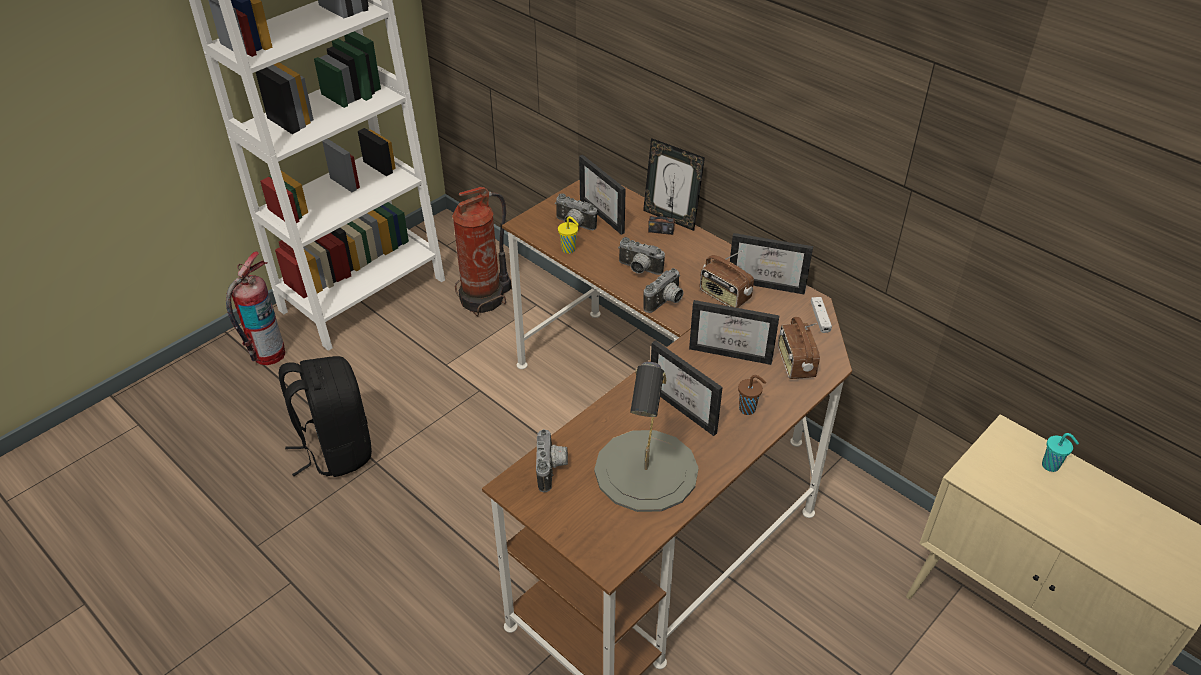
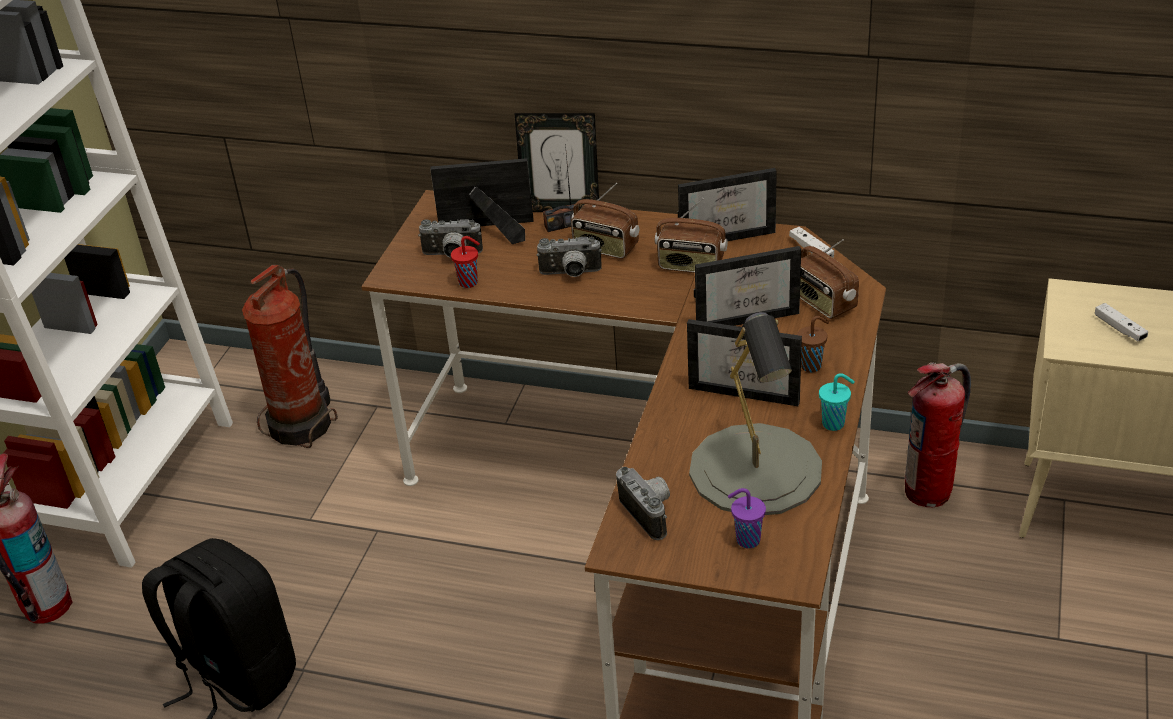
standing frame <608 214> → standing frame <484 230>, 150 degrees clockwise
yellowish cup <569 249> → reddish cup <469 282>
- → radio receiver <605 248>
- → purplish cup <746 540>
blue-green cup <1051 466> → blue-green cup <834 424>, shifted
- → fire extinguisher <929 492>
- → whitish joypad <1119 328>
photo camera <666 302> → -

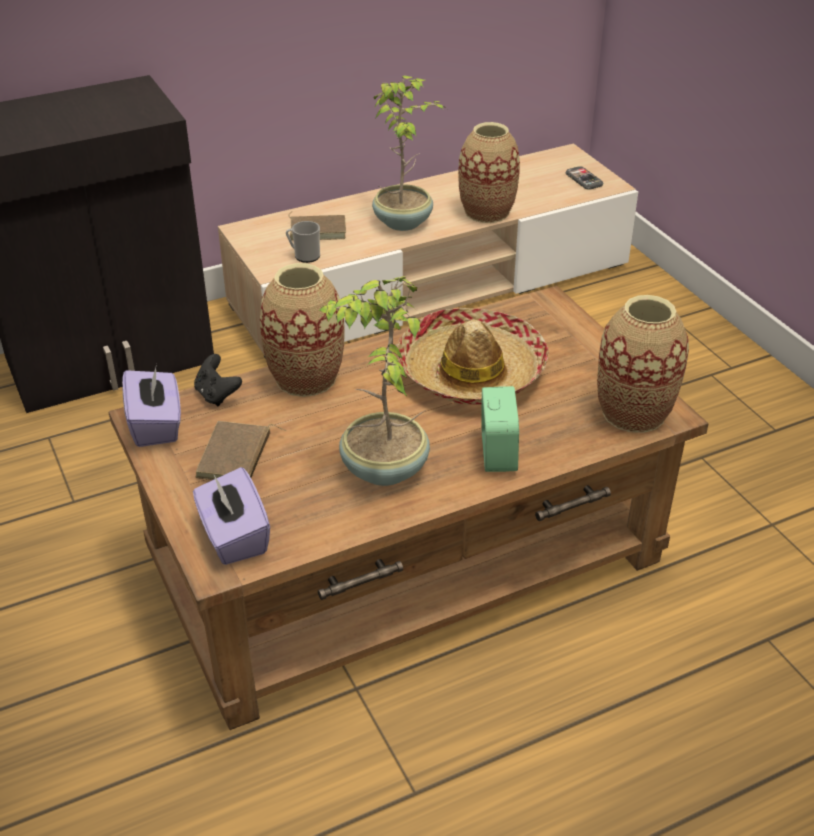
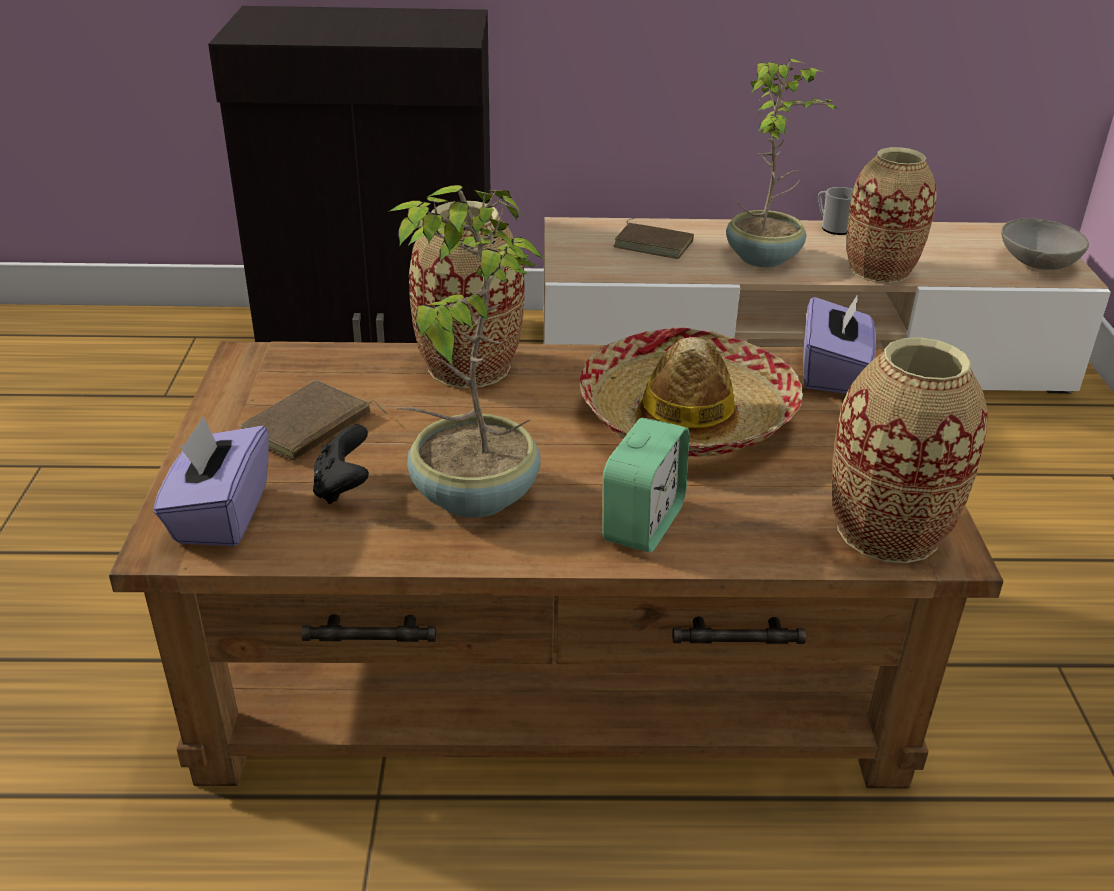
blackish joypad <217 395> → blackish joypad <343 488>, shifted
purplish tissue box <156 425> → purplish tissue box <833 372>, shifted
mug <304 256> → mug <833 228>, shifted
handset <584 179> → greyish deep dish <1038 263>

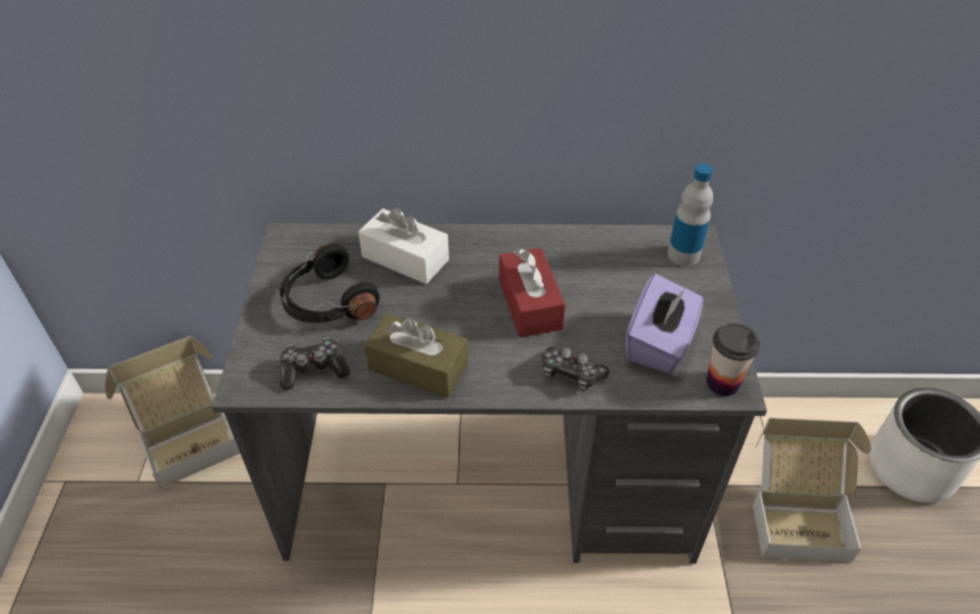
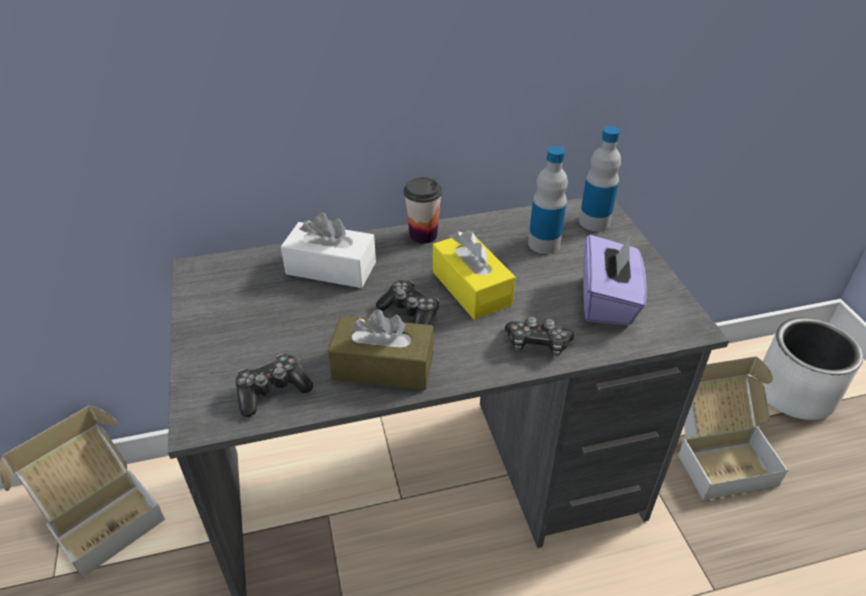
- → joypad <410 314>
cup <722 383> → cup <423 235>, shifted
reddish tissue box <530 304> → yellowish tissue box <471 288>
- → drink bottle <544 244>
blackish pair of headphones <327 302> → -

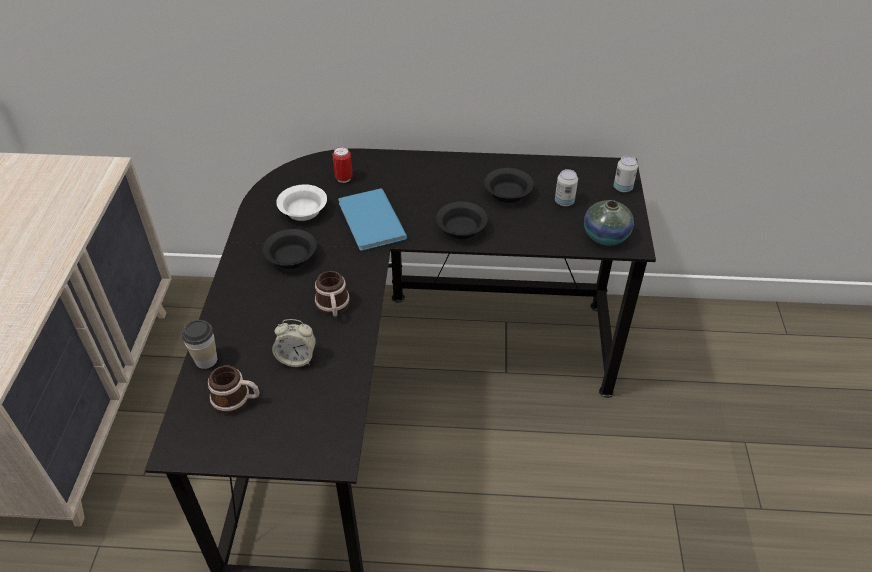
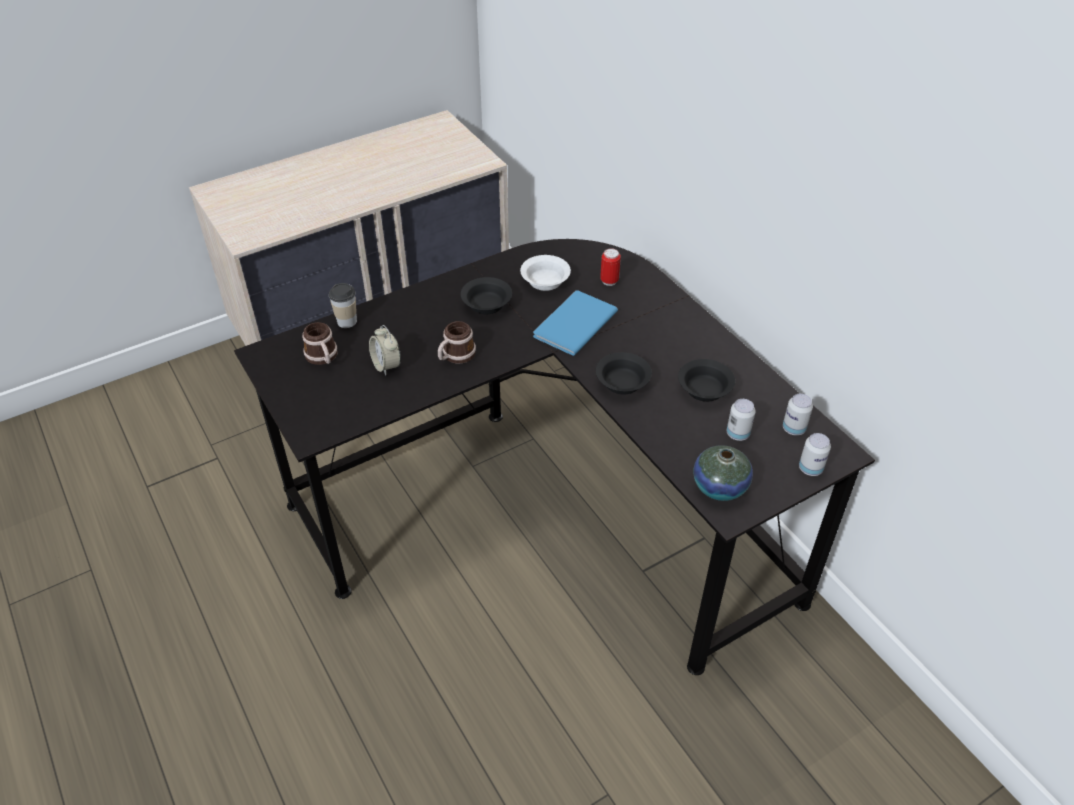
- → metal can <793 429>

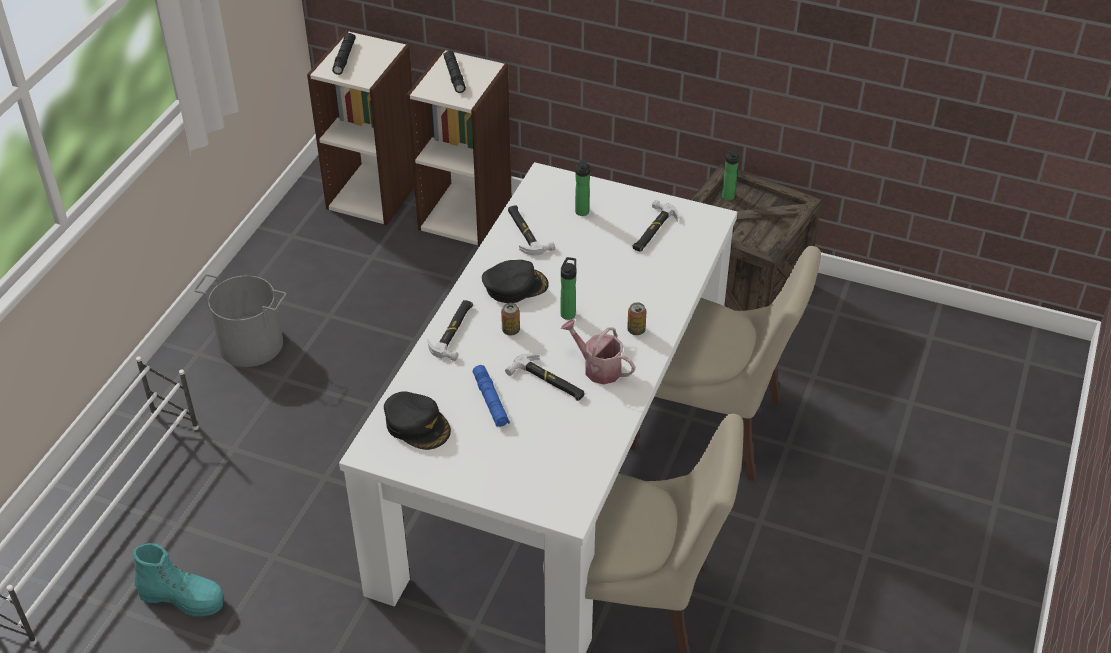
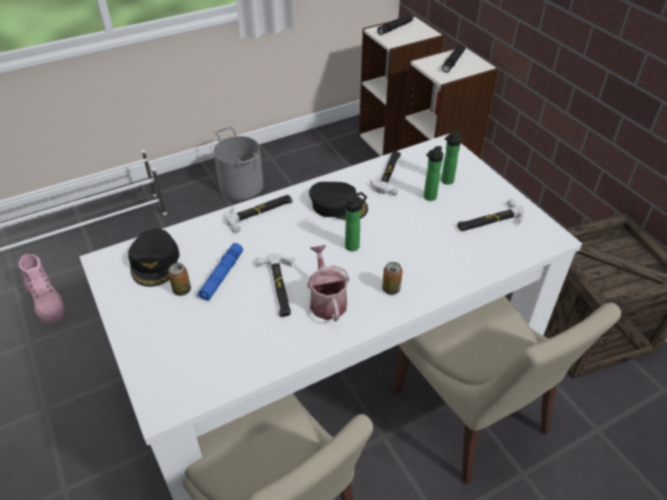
blue-green boot <182 598> → pink-coloured boot <48 303>
metal can <511 330> → metal can <182 290>, shifted
drink bottle <728 198> → drink bottle <428 198>, shifted

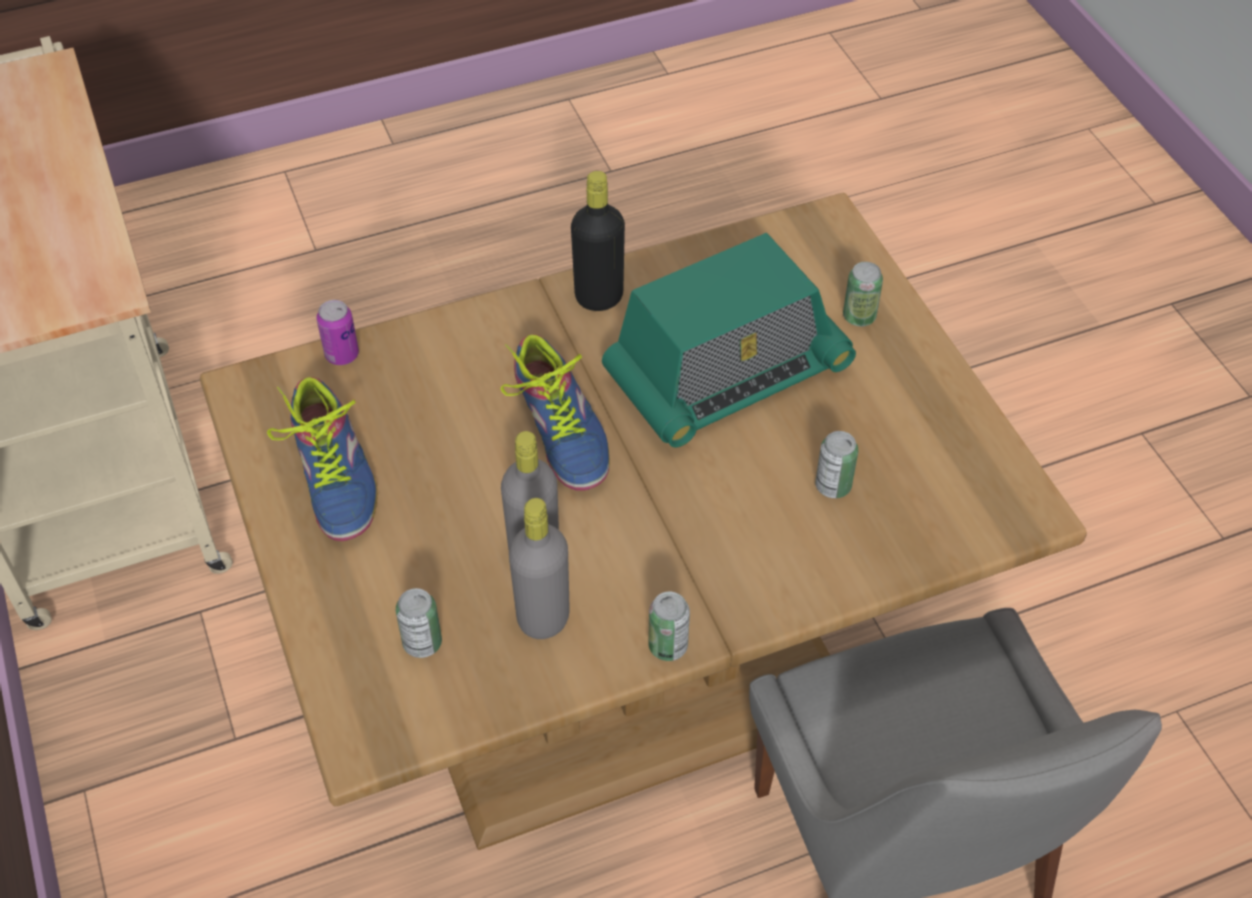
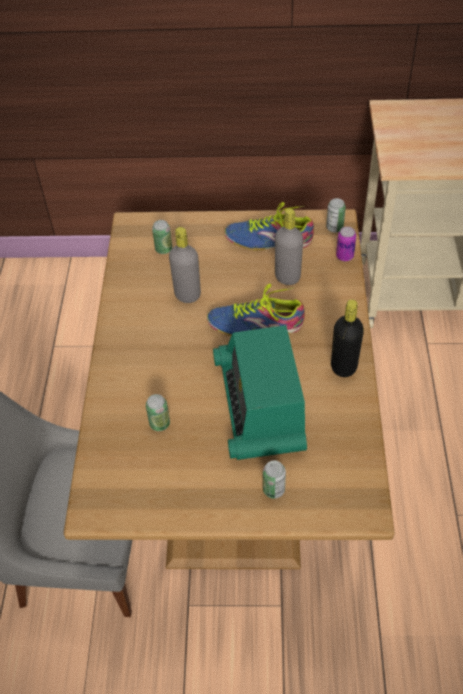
greyish drink bottle <543 618> → greyish drink bottle <287 277>, shifted
metal can <668 646> → metal can <334 227>, shifted

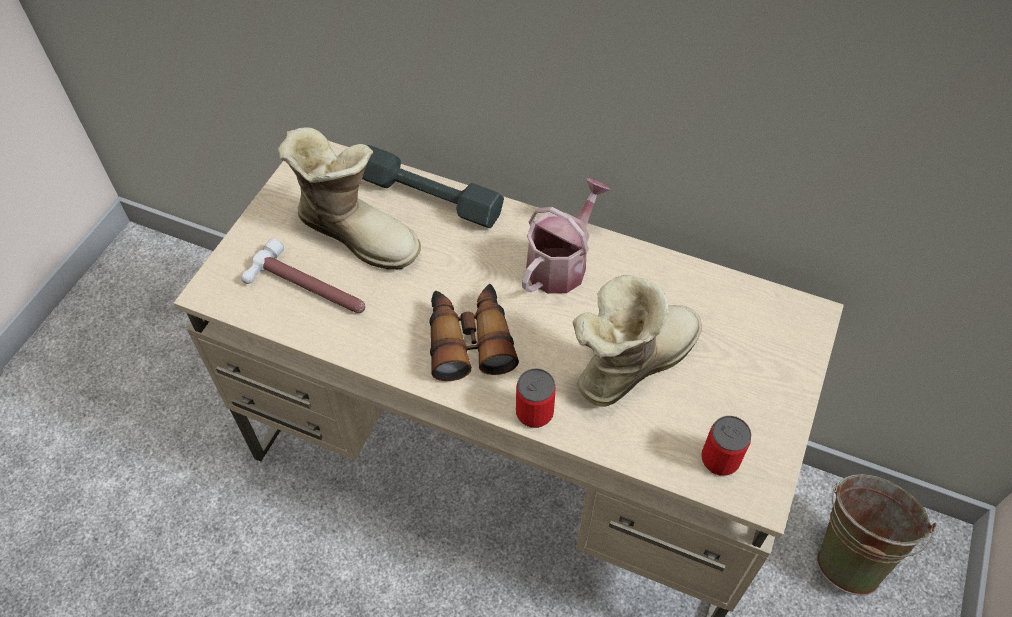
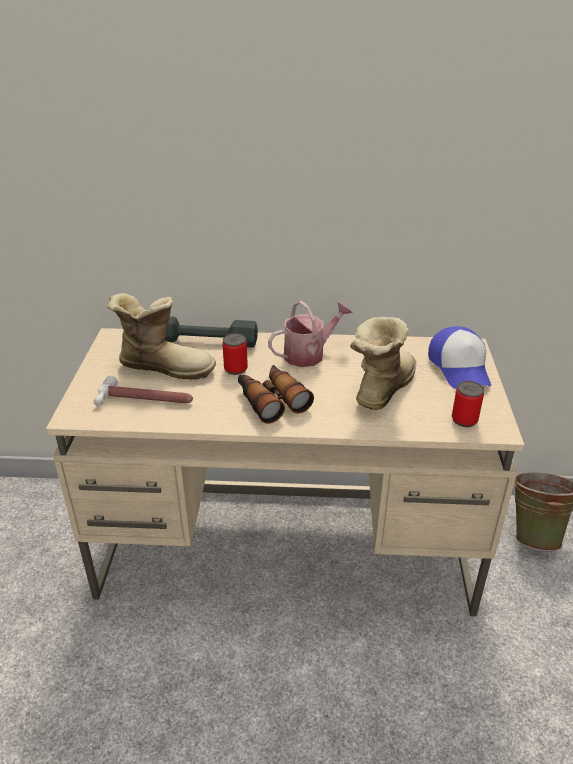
metal can <534 413> → metal can <235 369>, shifted
sprinkling can <561 263> → sprinkling can <309 354>, 45 degrees clockwise
- → cap <460 368>

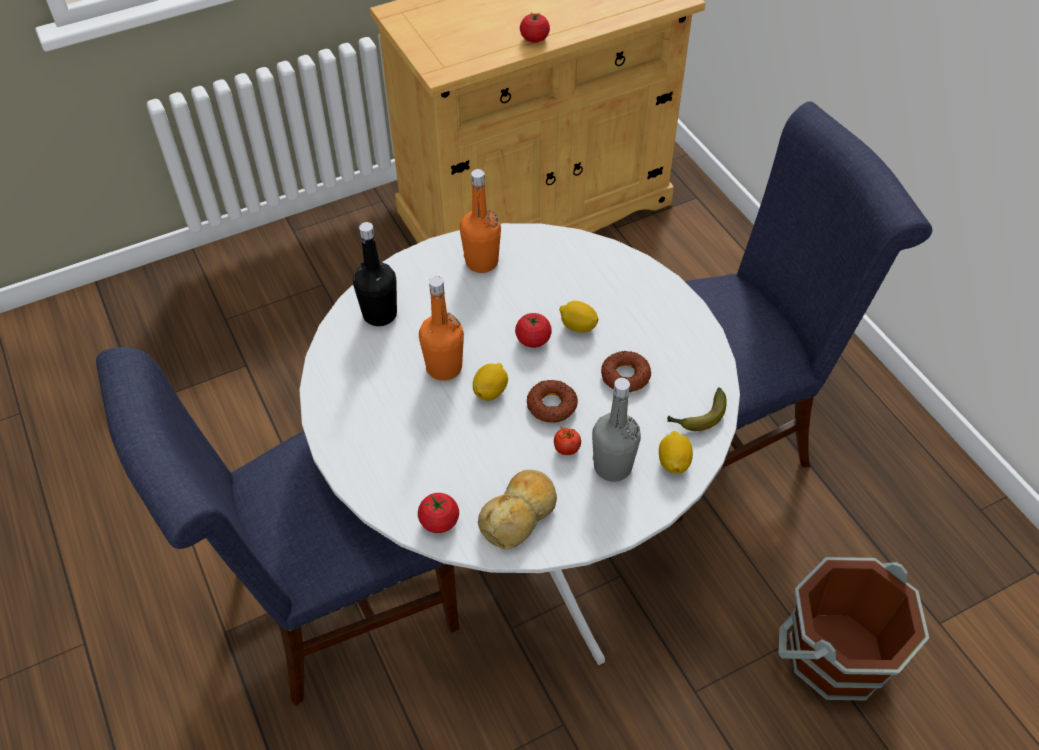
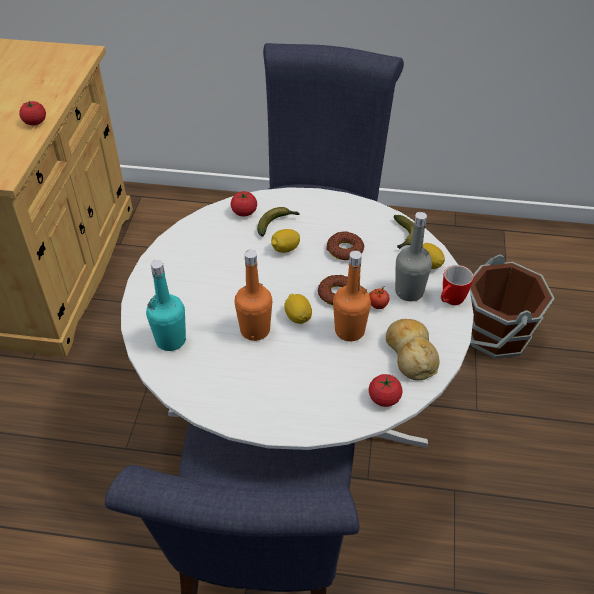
blackish drink bottle <380 314> → blue-green drink bottle <171 340>
whole tomato <533 340> → whole tomato <244 212>, shifted
- → whole banana <277 224>
orange drink bottle <481 262> → orange drink bottle <349 331>, shifted
- → mug <450 302>

